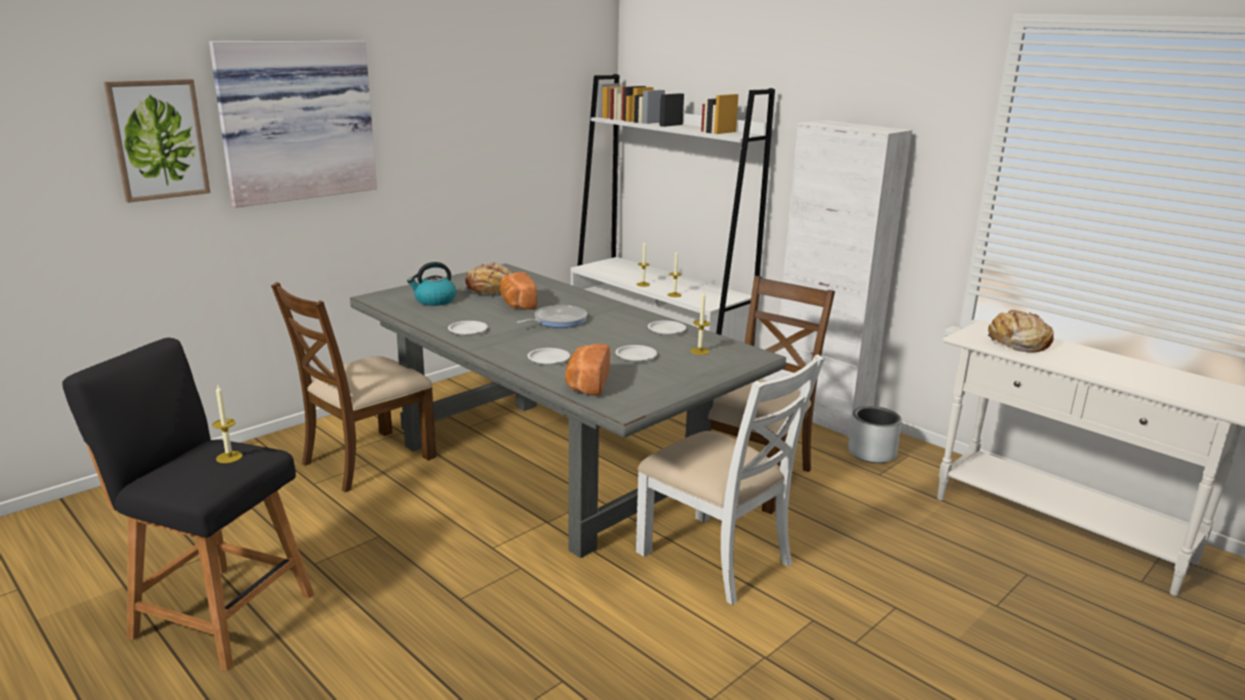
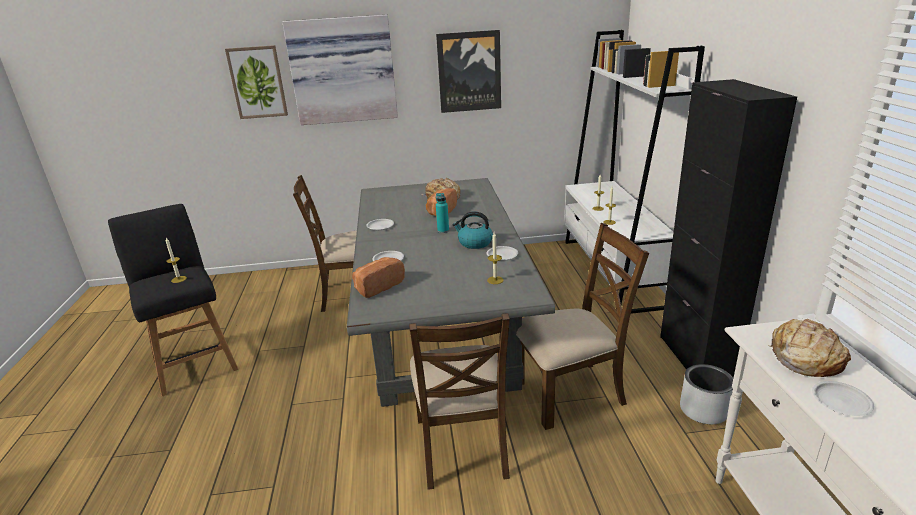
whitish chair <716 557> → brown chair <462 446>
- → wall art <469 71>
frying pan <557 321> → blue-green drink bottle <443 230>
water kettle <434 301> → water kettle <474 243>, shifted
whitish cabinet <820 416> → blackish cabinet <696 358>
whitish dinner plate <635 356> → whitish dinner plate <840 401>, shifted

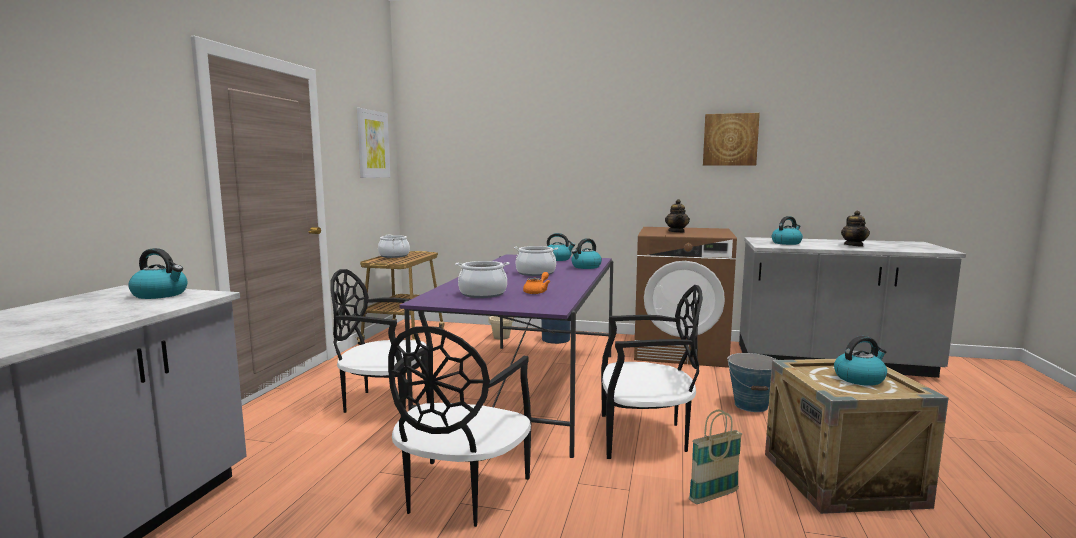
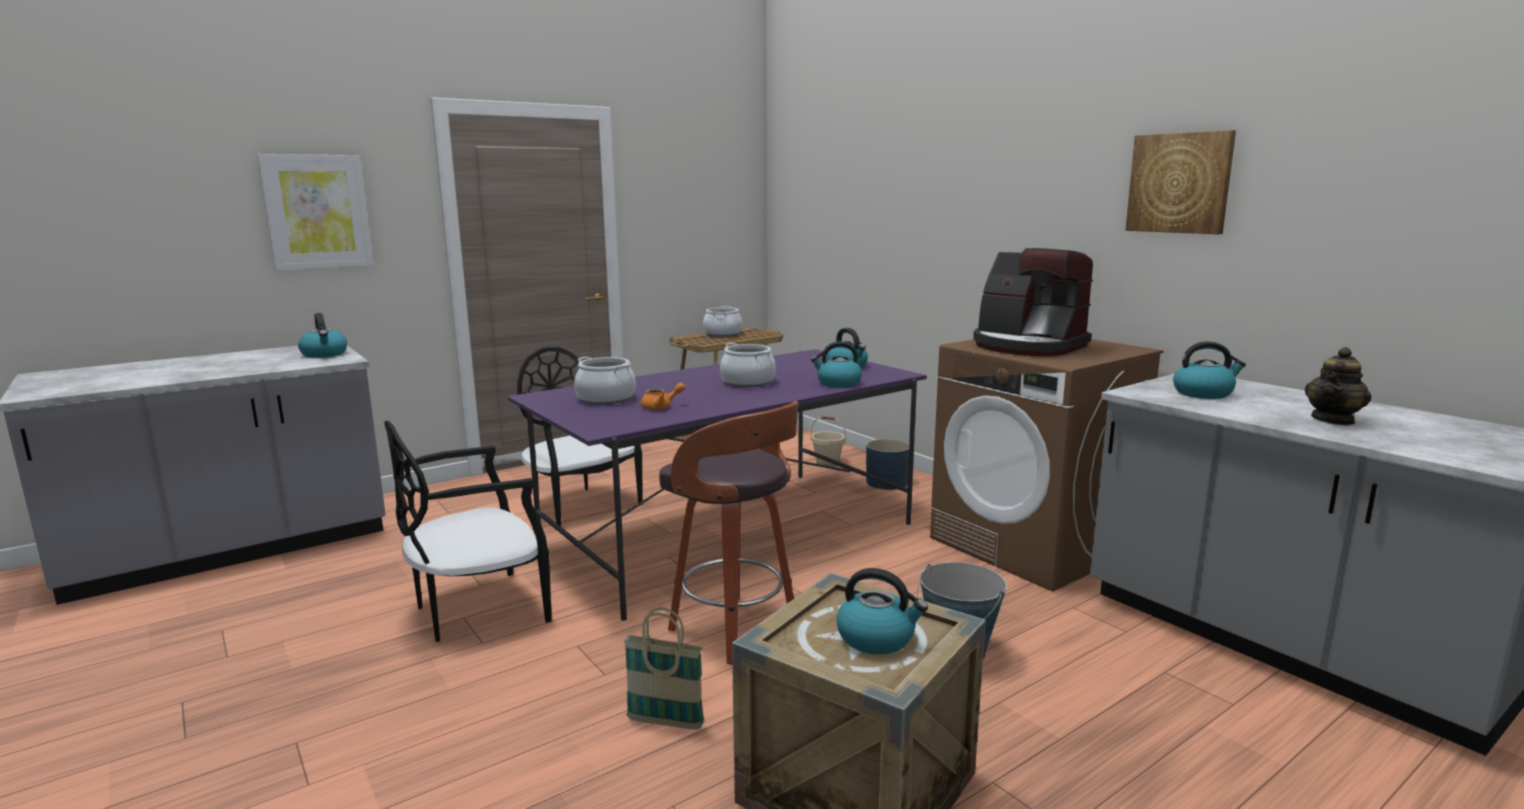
wall art <372 144> → wall art <317 212>, shifted
blackish chair <644 436> → sitting stool <736 631>
tea pot <676 232> → coffee maker <1027 346>

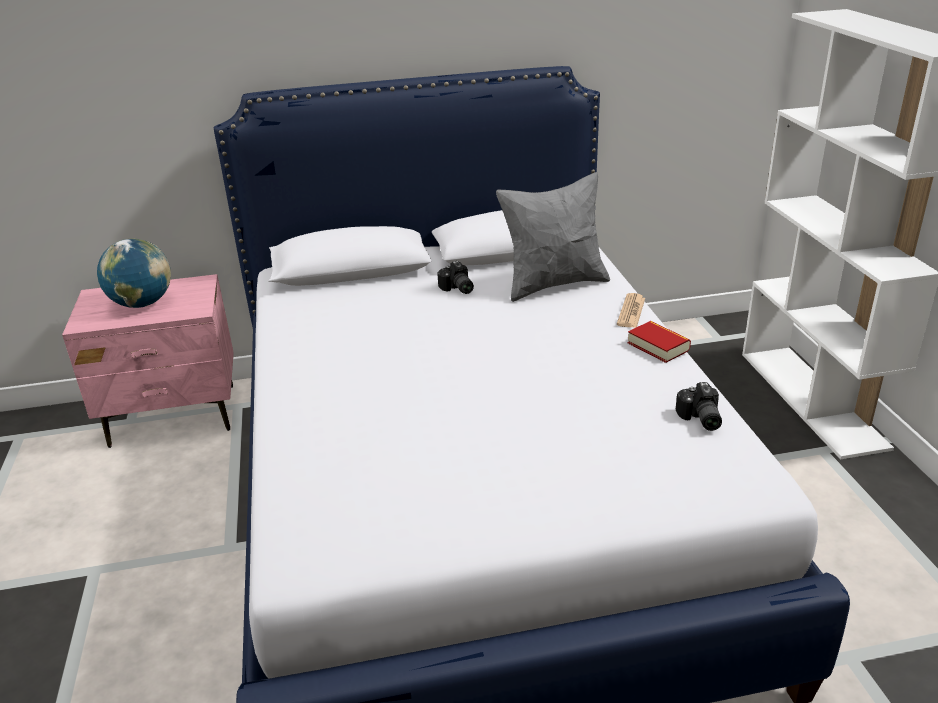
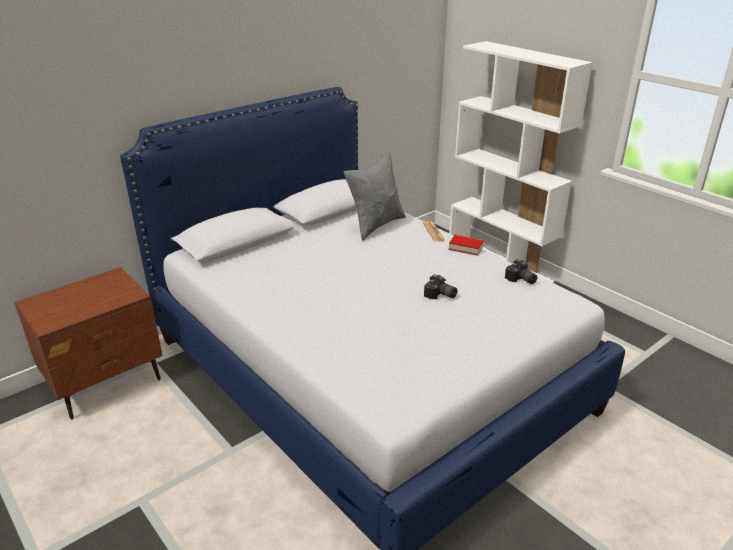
pink-coloured night table <174 415> → brown night table <106 382>
photo camera <457 289> → photo camera <440 295>, shifted
globe <142 304> → -

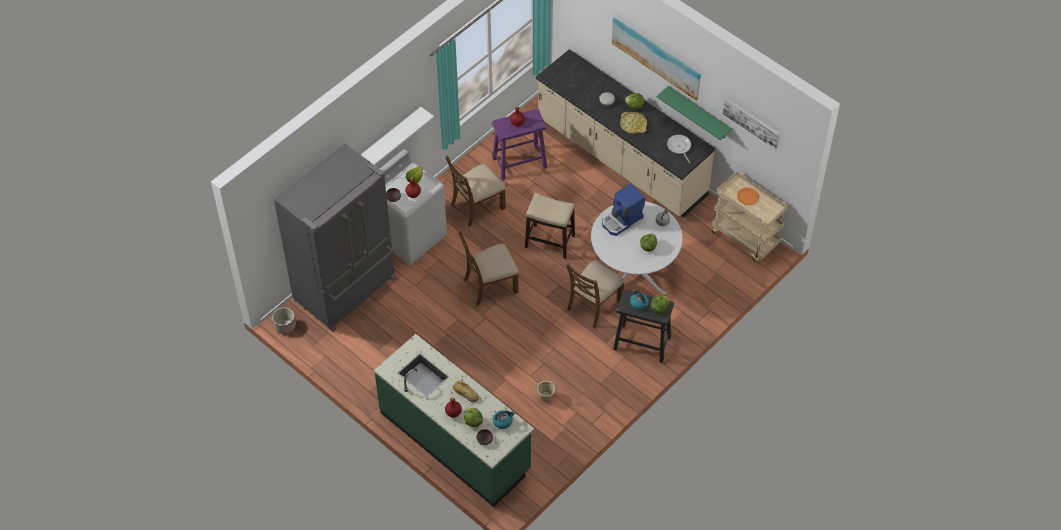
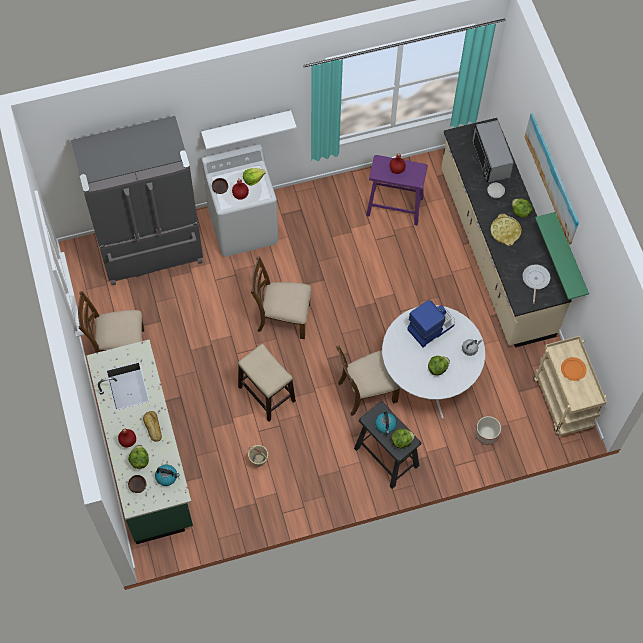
brown chair <477 206> → brown chair <119 347>, shifted
sitting stool <550 241> → sitting stool <267 394>, shifted
coffee maker <622 220> → coffee maker <430 326>, 150 degrees clockwise
- → kitchen microwave <490 159>
flower pot <285 326> → flower pot <486 434>, shifted
wall art <751 122> → -

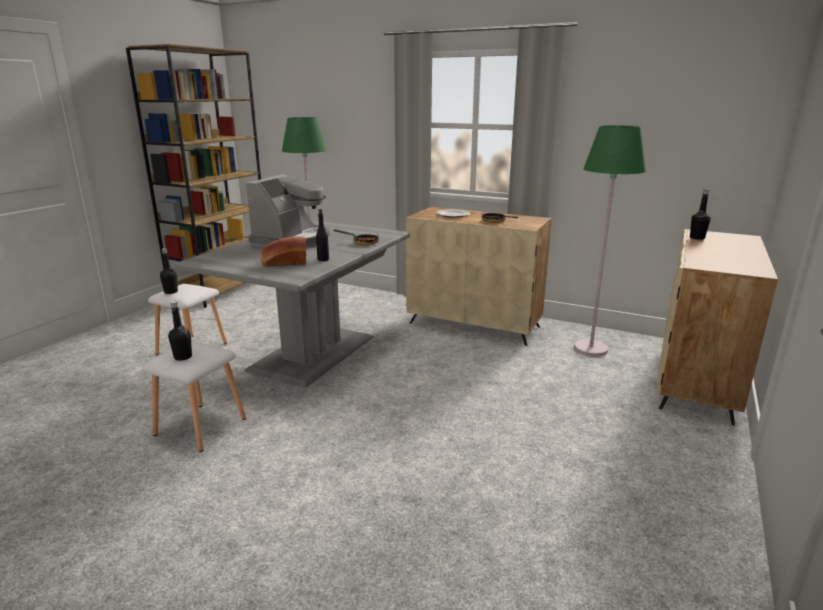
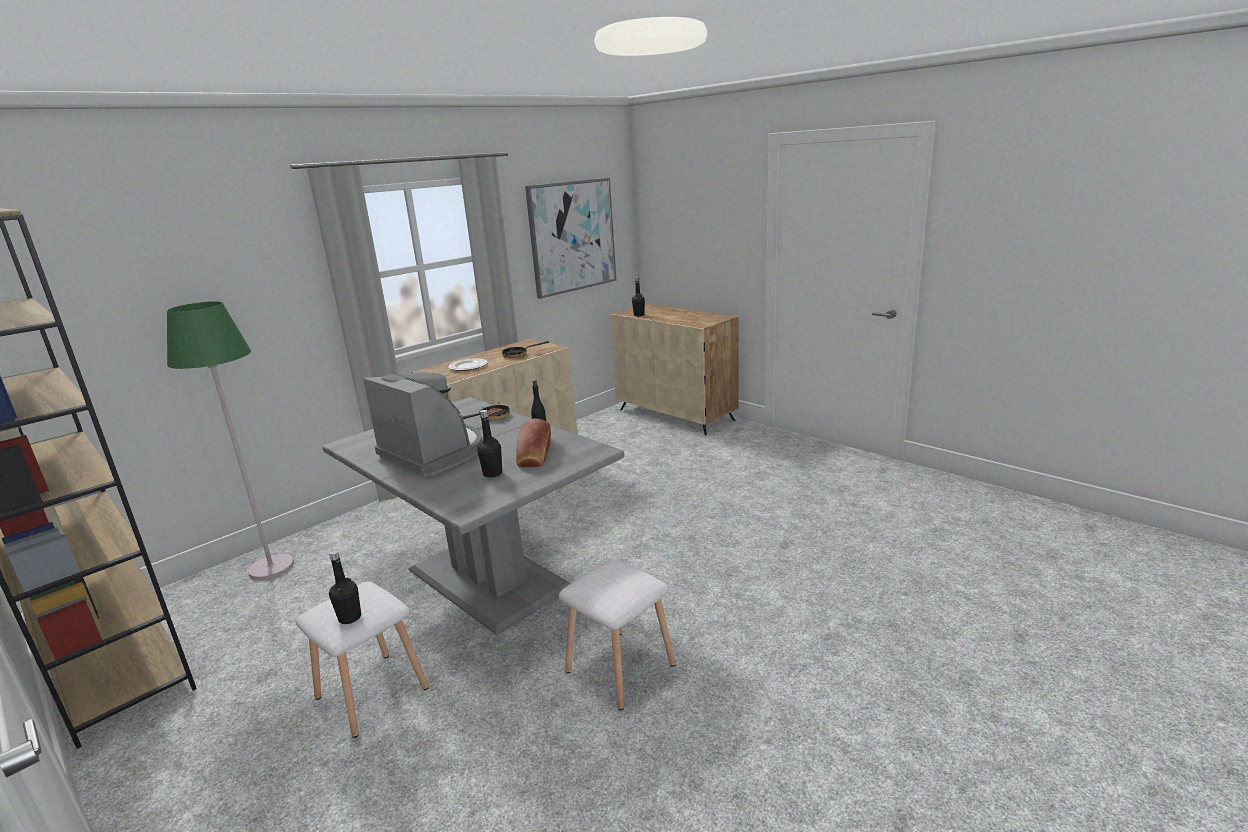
blackish drink bottle <183 357> → blackish drink bottle <492 473>, shifted
- → wall art <572 236>
green standing lamp <591 349> → -

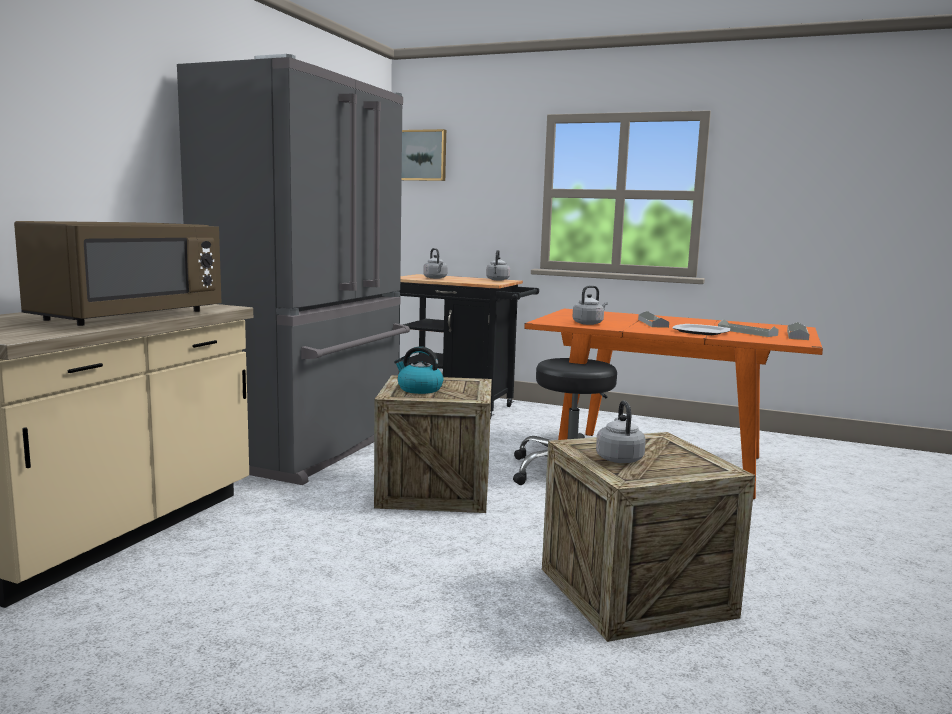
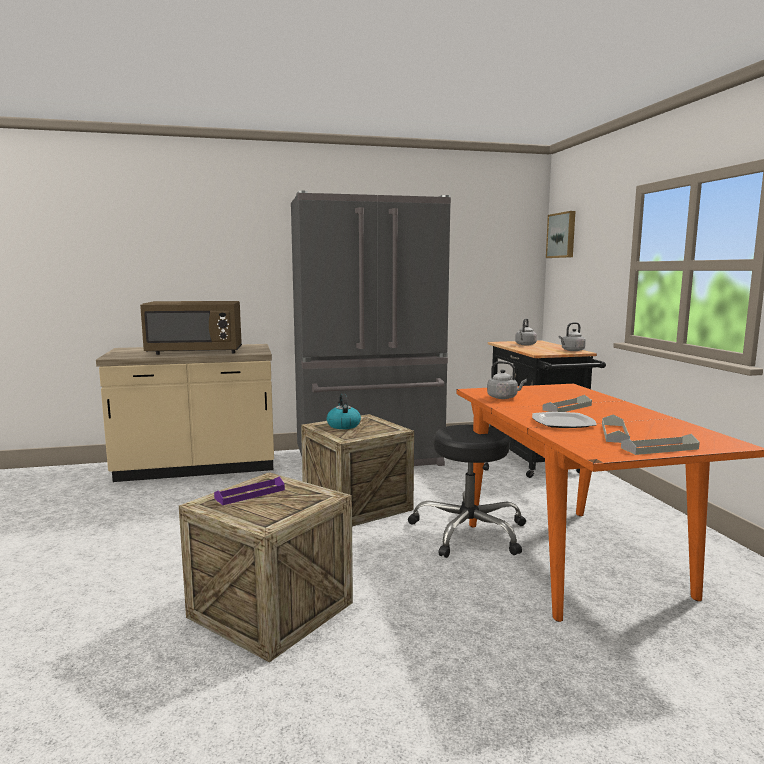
greyish water kettle <618 458> → purplish serving tray <250 494>

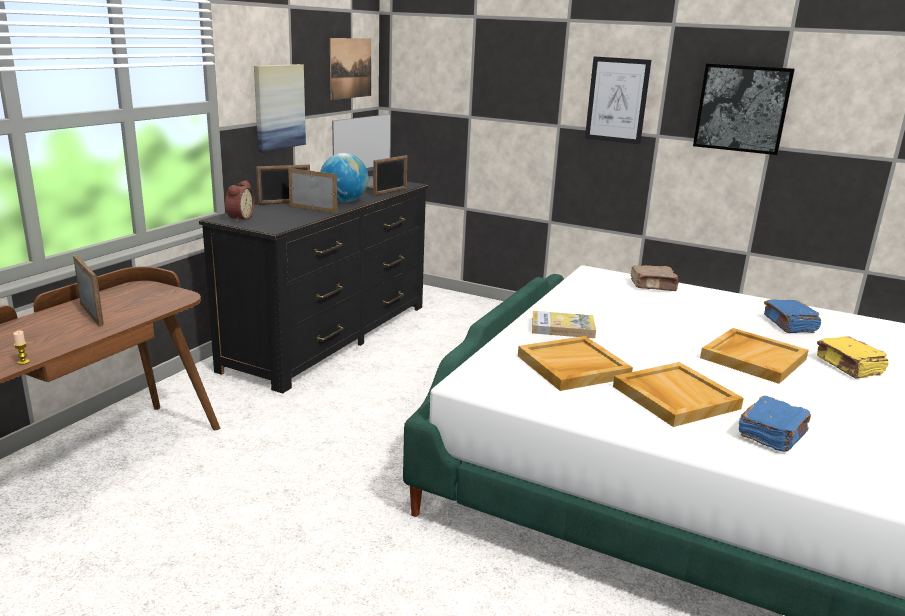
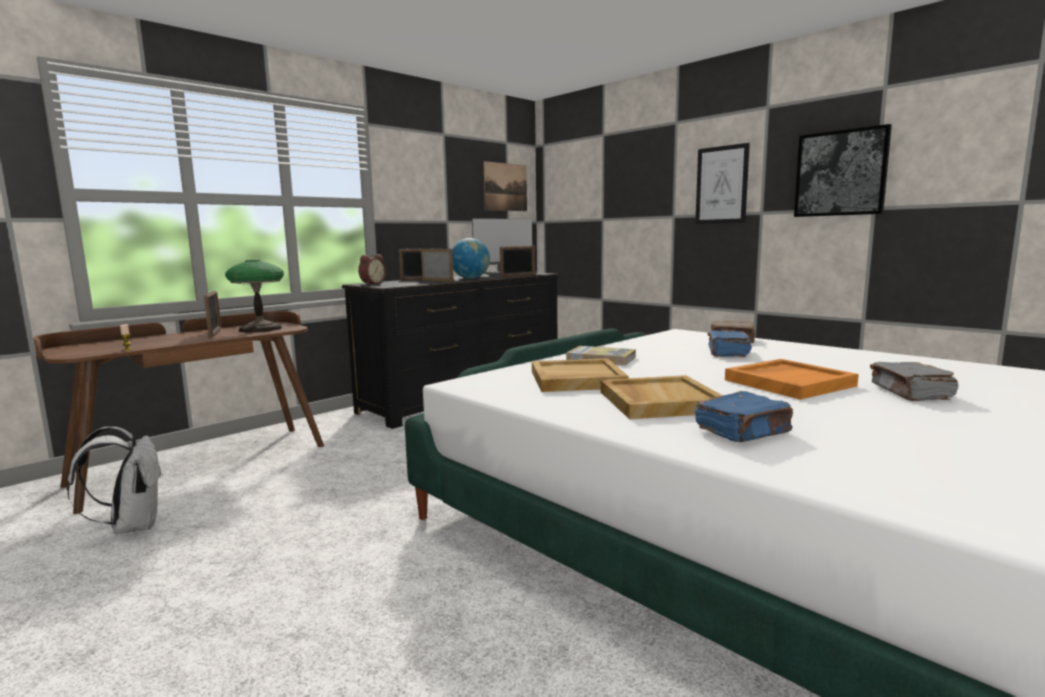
- → whitish knapsack <132 526>
- → tabletop lamp <260 329>
blue book <789 325> → blue book <727 352>, shifted
beige-coloured serving tray <752 358> → orange serving tray <789 382>
yellowish book <849 367> → greyish book <910 393>
wall art <279 107> → -

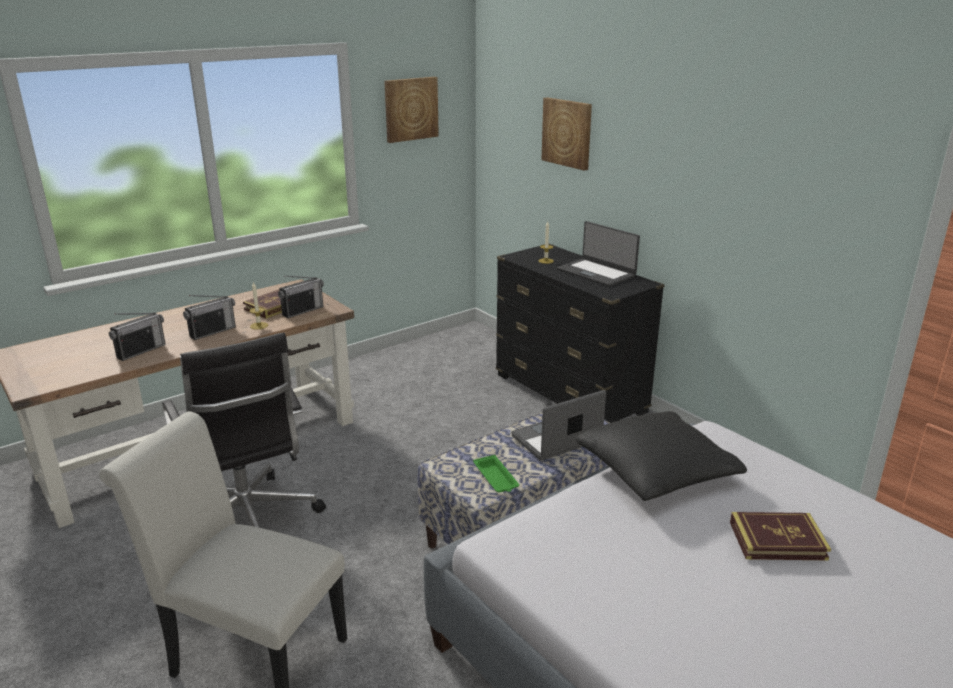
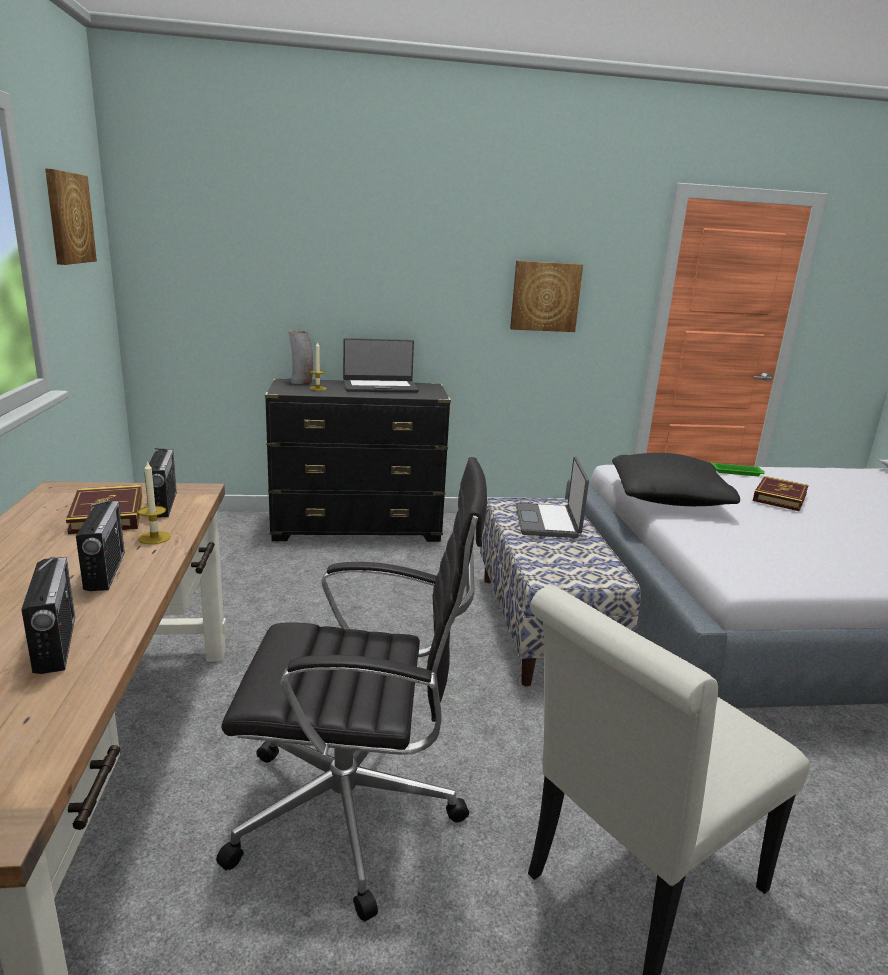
- → vase <301 382>
wall art <567 133> → wall art <545 296>, shifted
green serving tray <496 478> → green serving tray <737 472>, shifted

